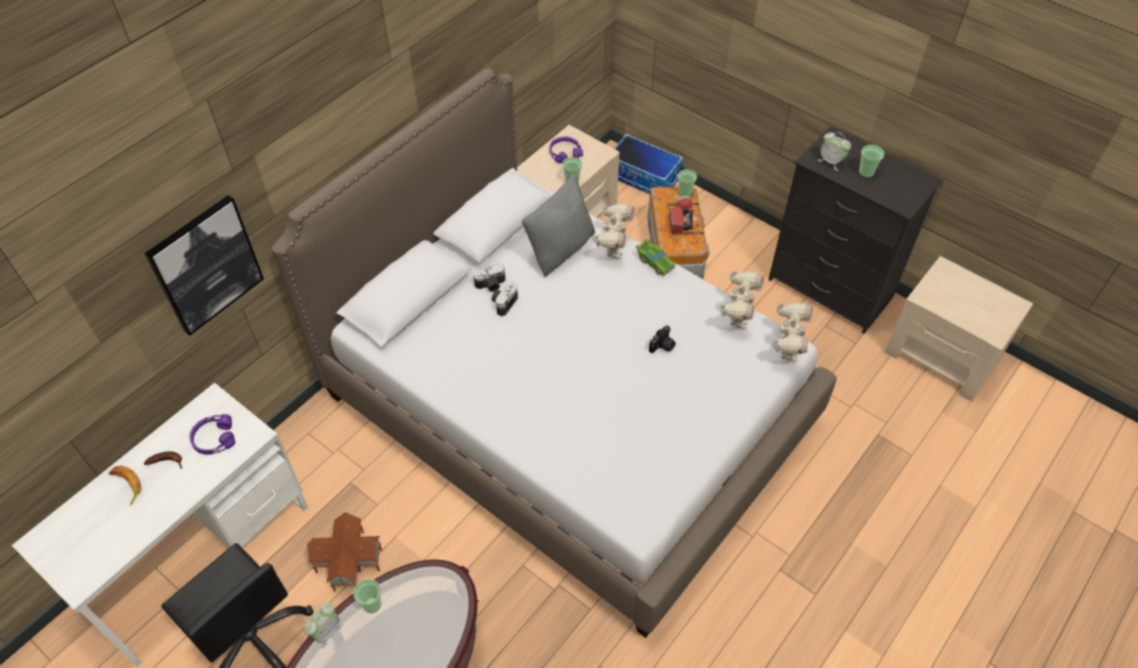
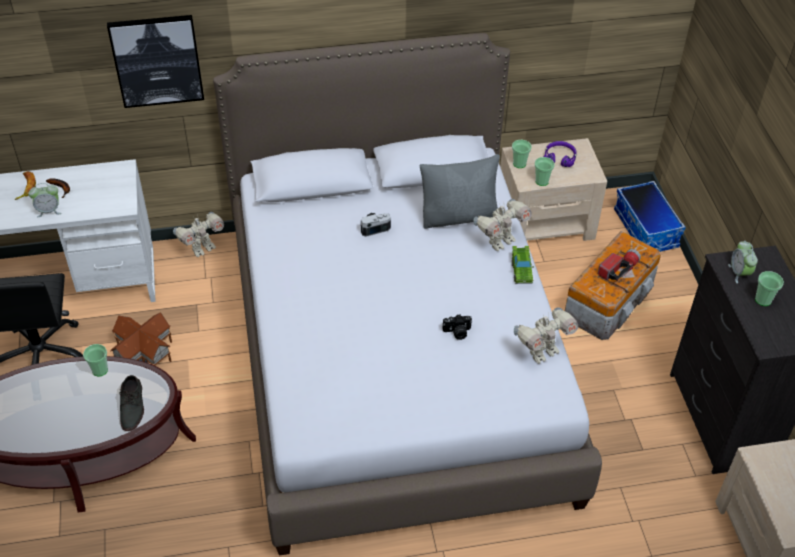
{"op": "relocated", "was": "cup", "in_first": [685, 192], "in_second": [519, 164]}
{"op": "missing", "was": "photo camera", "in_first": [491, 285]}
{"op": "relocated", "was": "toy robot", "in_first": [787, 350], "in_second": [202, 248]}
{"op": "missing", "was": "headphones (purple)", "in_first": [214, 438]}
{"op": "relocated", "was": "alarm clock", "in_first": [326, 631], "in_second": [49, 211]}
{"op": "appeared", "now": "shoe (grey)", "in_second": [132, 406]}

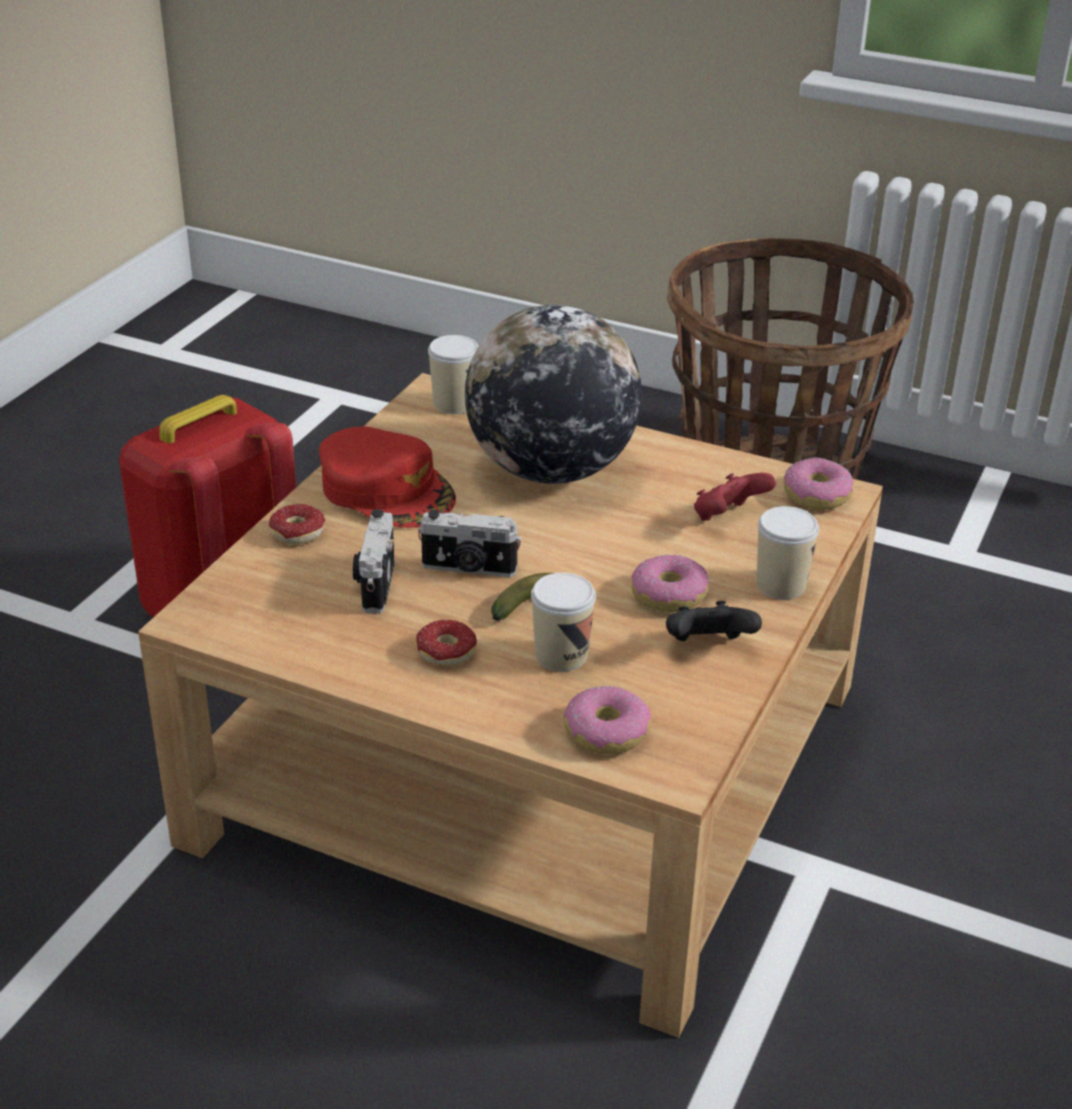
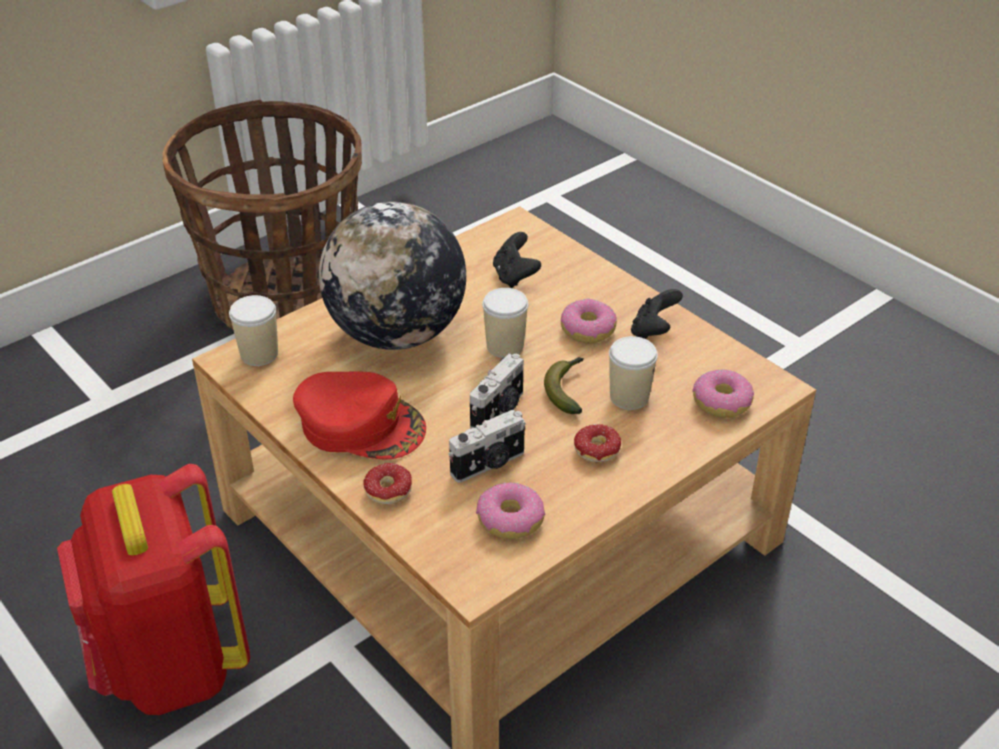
{"op": "spun", "was": "cap (red)", "in_first": [387, 490], "in_second": [361, 424], "clockwise": 45}
{"op": "relocated", "was": "donut", "in_first": [816, 495], "in_second": [510, 519]}
{"op": "colour", "was": "game controller (red)", "now": "game controller (black)", "in_first": [728, 518], "in_second": [515, 276]}
{"op": "relocated", "was": "cup", "in_first": [781, 585], "in_second": [505, 346]}
{"op": "spun", "was": "photo camera", "in_first": [375, 584], "in_second": [489, 464], "clockwise": -60}

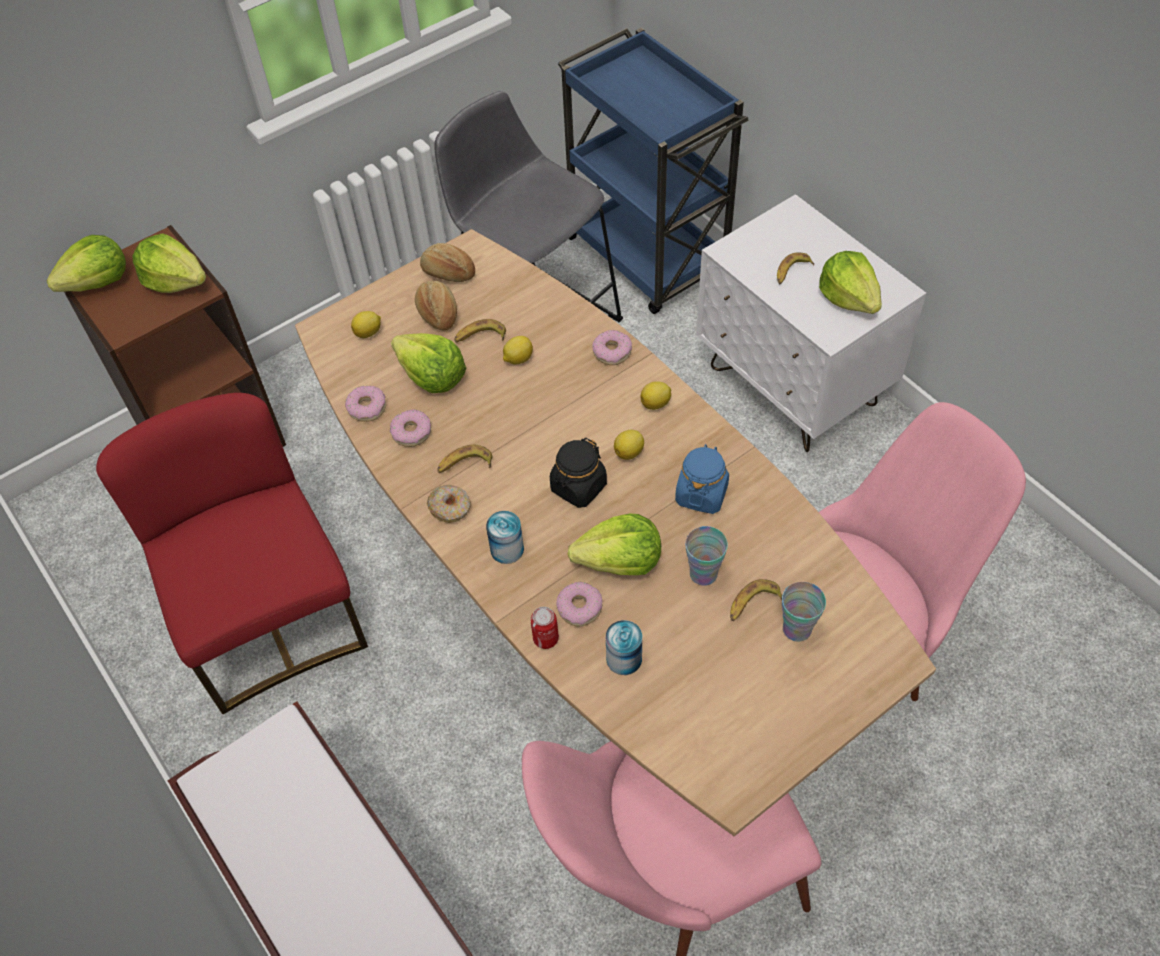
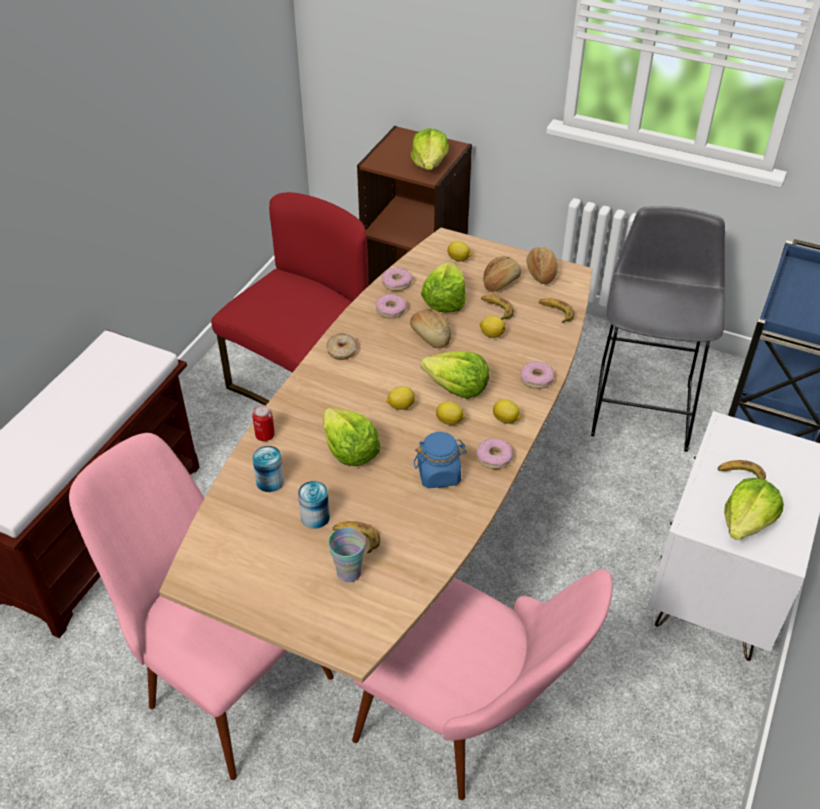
{"op": "relocated", "was": "lettuce", "in_first": [98, 282], "in_second": [457, 388]}
{"op": "exchanged", "was": "jar (black)", "now": "lemon", "in_first": [578, 487], "in_second": [400, 406]}
{"op": "relocated", "was": "banana", "in_first": [465, 465], "in_second": [555, 312]}
{"op": "relocated", "was": "can", "in_first": [507, 549], "in_second": [315, 517]}
{"op": "missing", "was": "cup", "in_first": [703, 574]}
{"op": "relocated", "was": "donut", "in_first": [579, 608], "in_second": [494, 458]}
{"op": "appeared", "now": "bread", "in_second": [430, 336]}

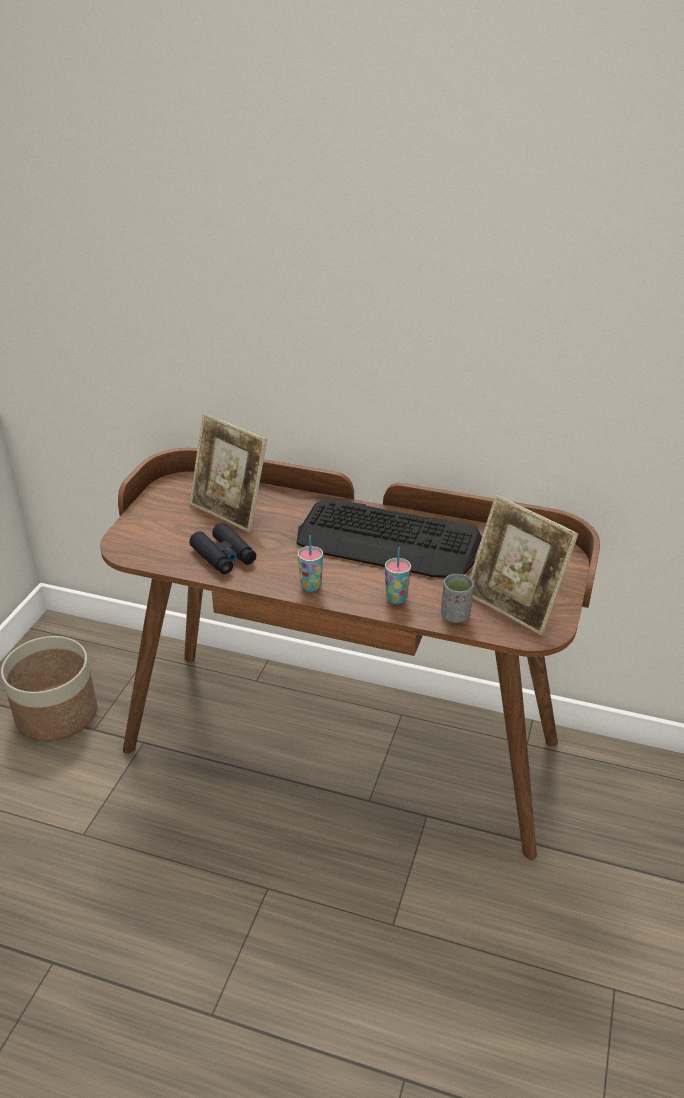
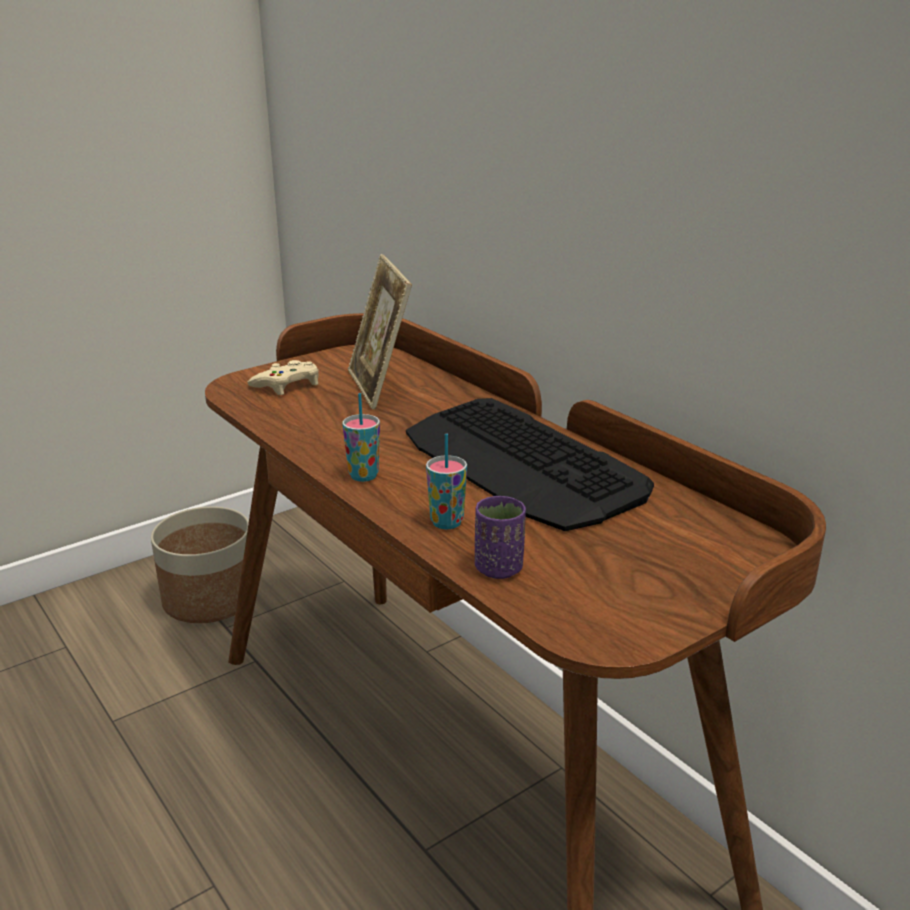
{"op": "missing", "was": "picture frame", "in_first": [513, 606]}
{"op": "missing", "was": "binoculars (black)", "in_first": [224, 556]}
{"op": "colour", "was": "cup (grey)", "now": "cup (purple)", "in_first": [455, 616], "in_second": [499, 569]}
{"op": "appeared", "now": "game controller (beige)", "in_second": [287, 385]}

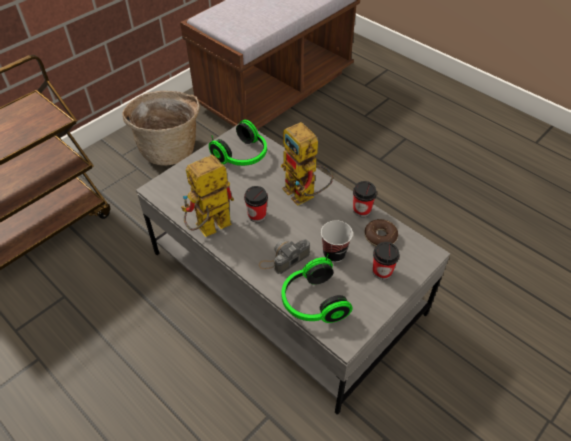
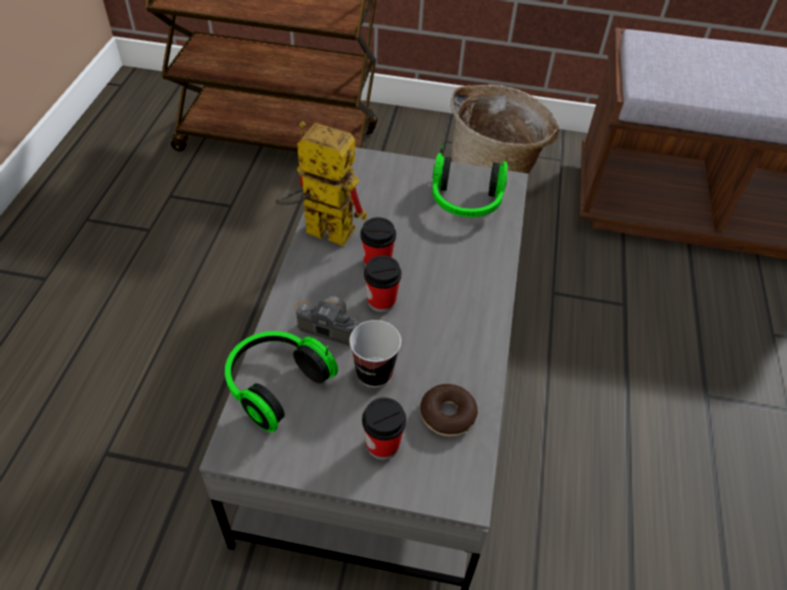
{"op": "missing", "was": "toy robot", "in_first": [305, 196]}
{"op": "relocated", "was": "cup", "in_first": [361, 210], "in_second": [381, 302]}

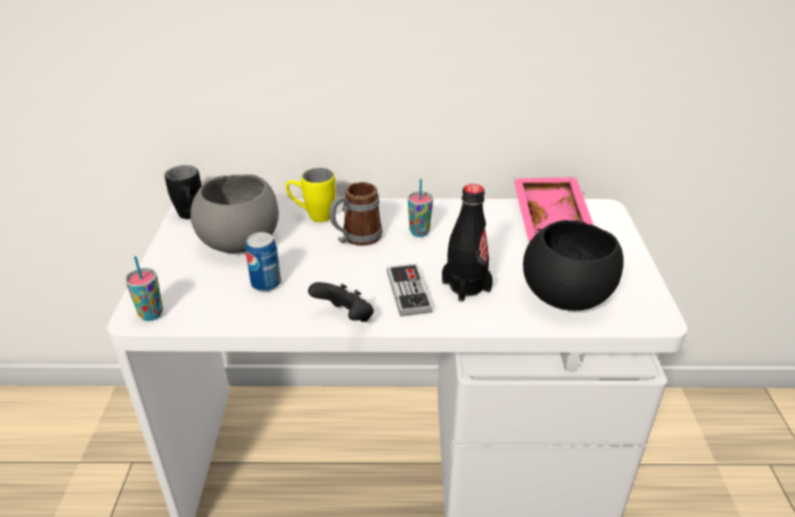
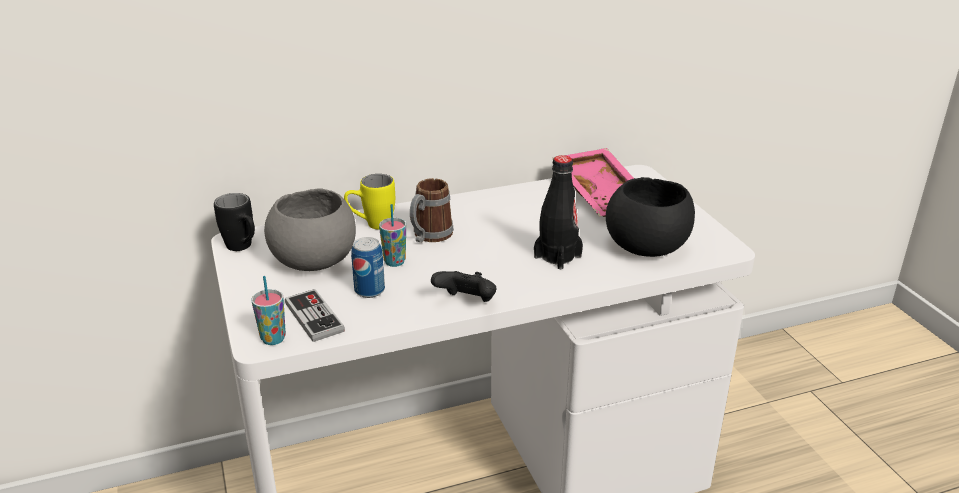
{"op": "relocated", "was": "cup", "in_first": [419, 232], "in_second": [394, 262]}
{"op": "relocated", "was": "game controller", "in_first": [408, 291], "in_second": [314, 317]}

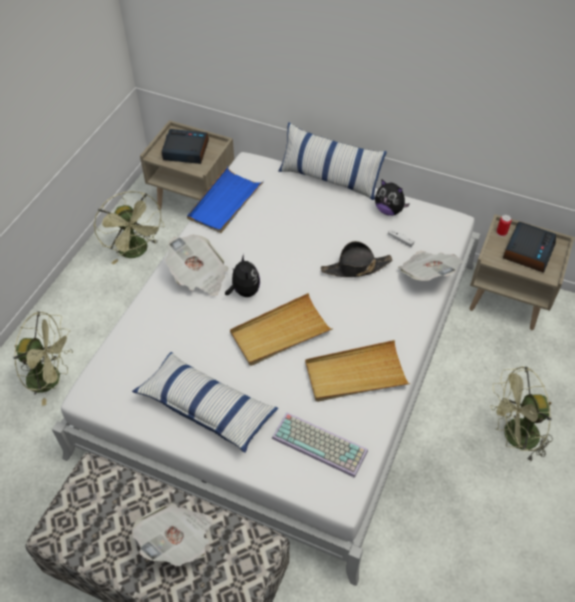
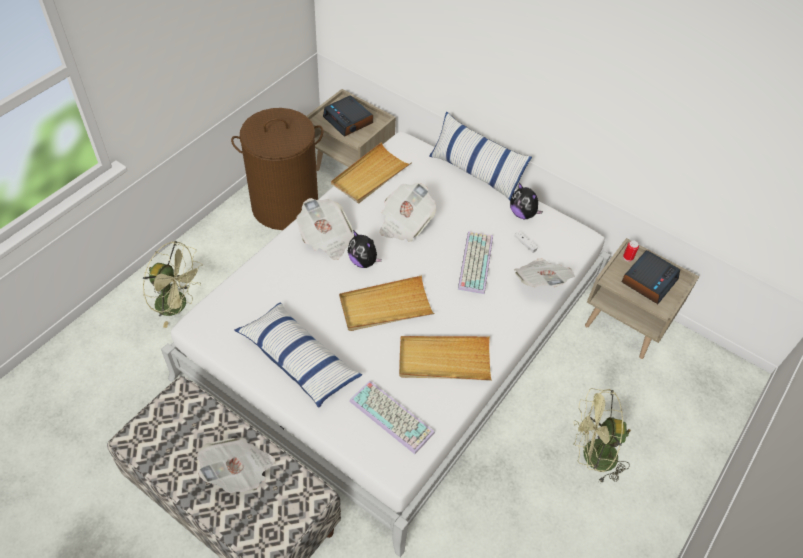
{"op": "spun", "was": "alarm clock", "in_first": [185, 151], "in_second": [348, 120], "clockwise": -150}
{"op": "colour", "was": "tray (blue)", "now": "tray (beige)", "in_first": [225, 202], "in_second": [370, 176]}
{"op": "exchanged", "was": "fan (green)", "now": "laundry basket (brown)", "in_first": [136, 252], "in_second": [285, 206]}
{"op": "exchanged", "was": "hat (black)", "now": "keyboard", "in_first": [356, 267], "in_second": [474, 261]}
{"op": "spun", "was": "plush toy", "in_first": [244, 291], "in_second": [363, 261], "clockwise": 135}
{"op": "appeared", "now": "newspaper", "in_second": [404, 223]}

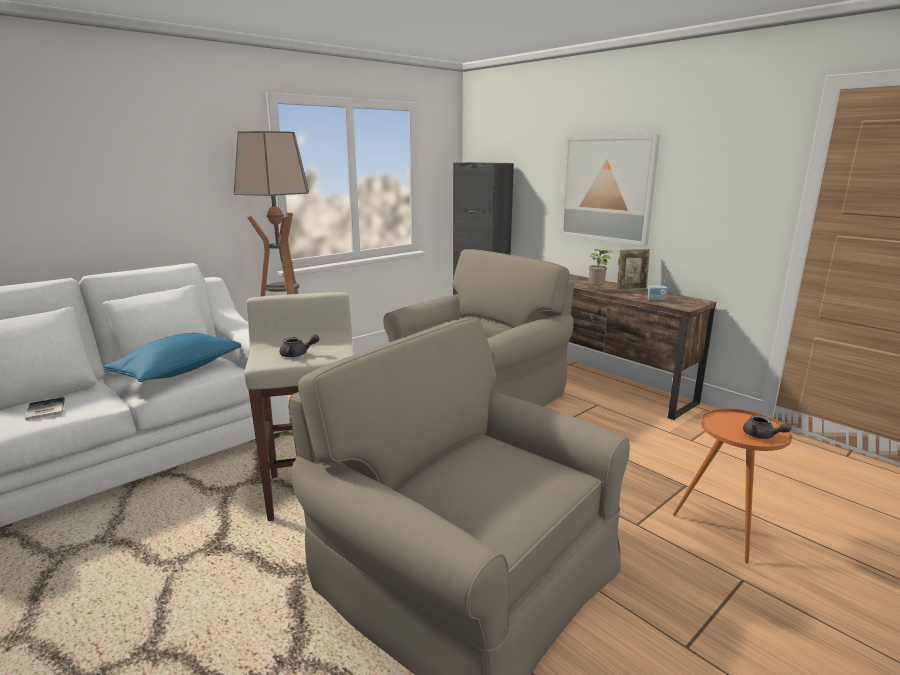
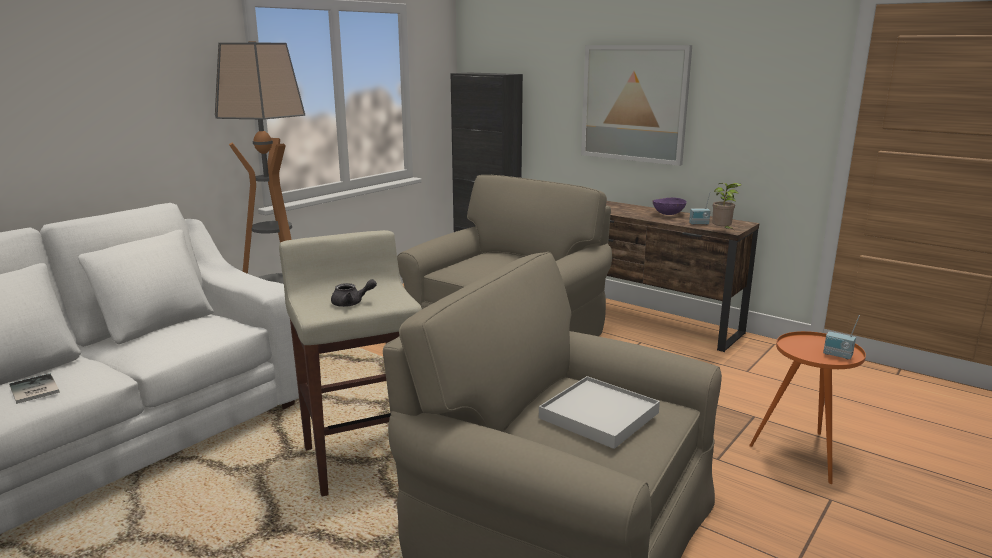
{"op": "relocated", "was": "potted plant", "in_first": [597, 290], "in_second": [722, 231]}
{"op": "exchanged", "was": "picture frame", "now": "bowl (purple)", "in_first": [631, 290], "in_second": [668, 214]}
{"op": "missing", "was": "pillow (blue)", "in_first": [179, 371]}
{"op": "exchanged", "was": "teapot (grey)", "now": "radio", "in_first": [762, 436], "in_second": [837, 355]}
{"op": "appeared", "now": "tray (white)", "in_second": [599, 415]}

